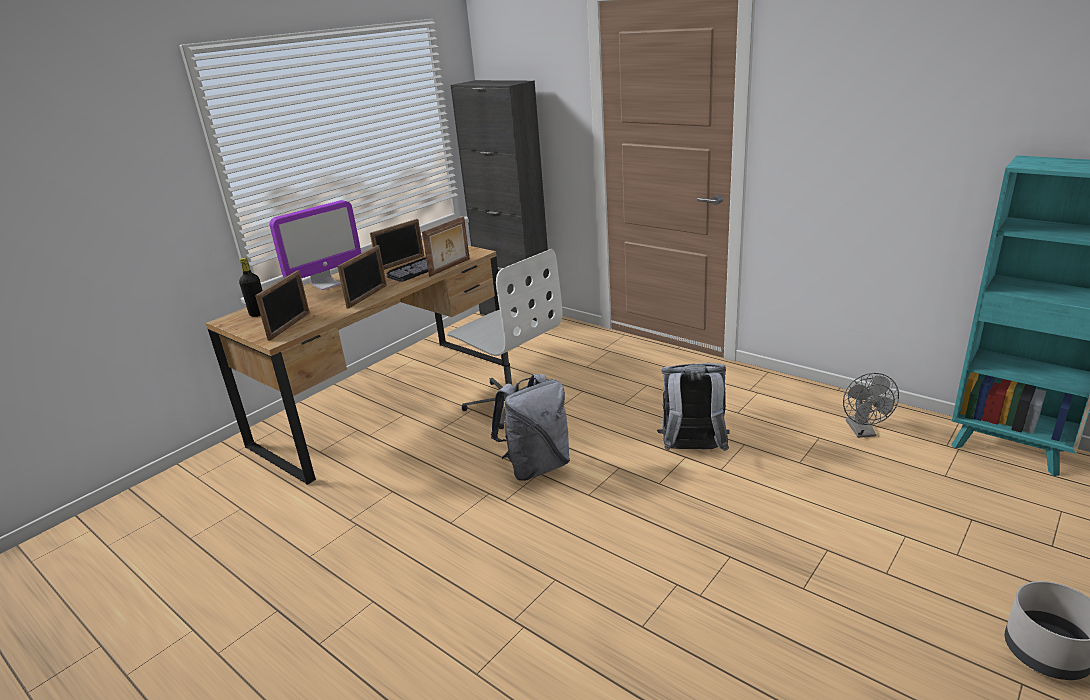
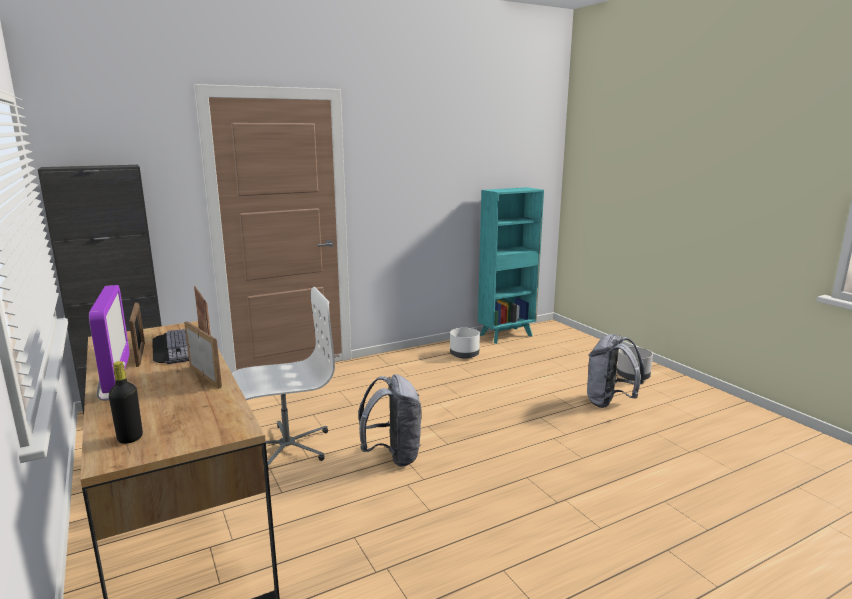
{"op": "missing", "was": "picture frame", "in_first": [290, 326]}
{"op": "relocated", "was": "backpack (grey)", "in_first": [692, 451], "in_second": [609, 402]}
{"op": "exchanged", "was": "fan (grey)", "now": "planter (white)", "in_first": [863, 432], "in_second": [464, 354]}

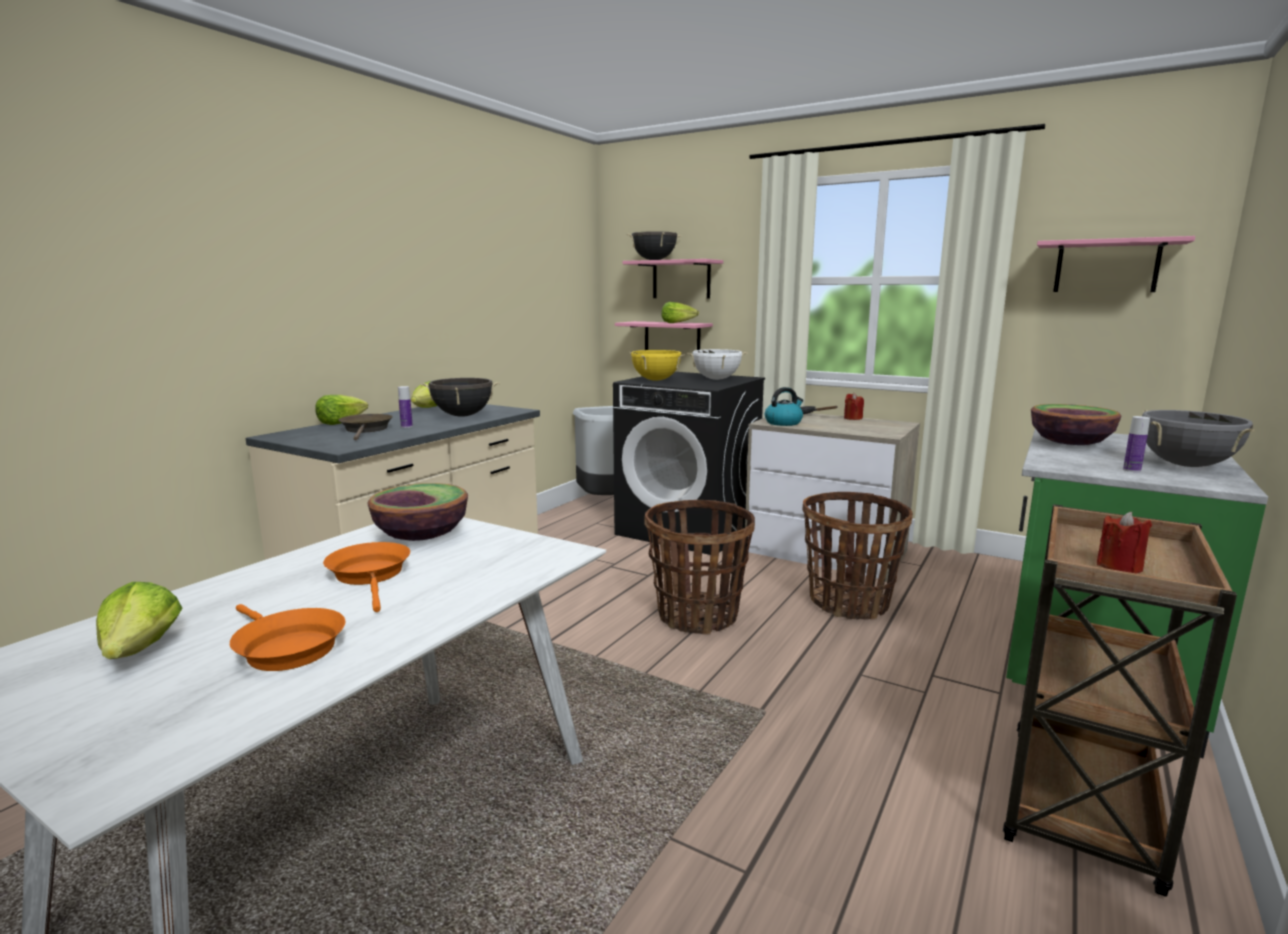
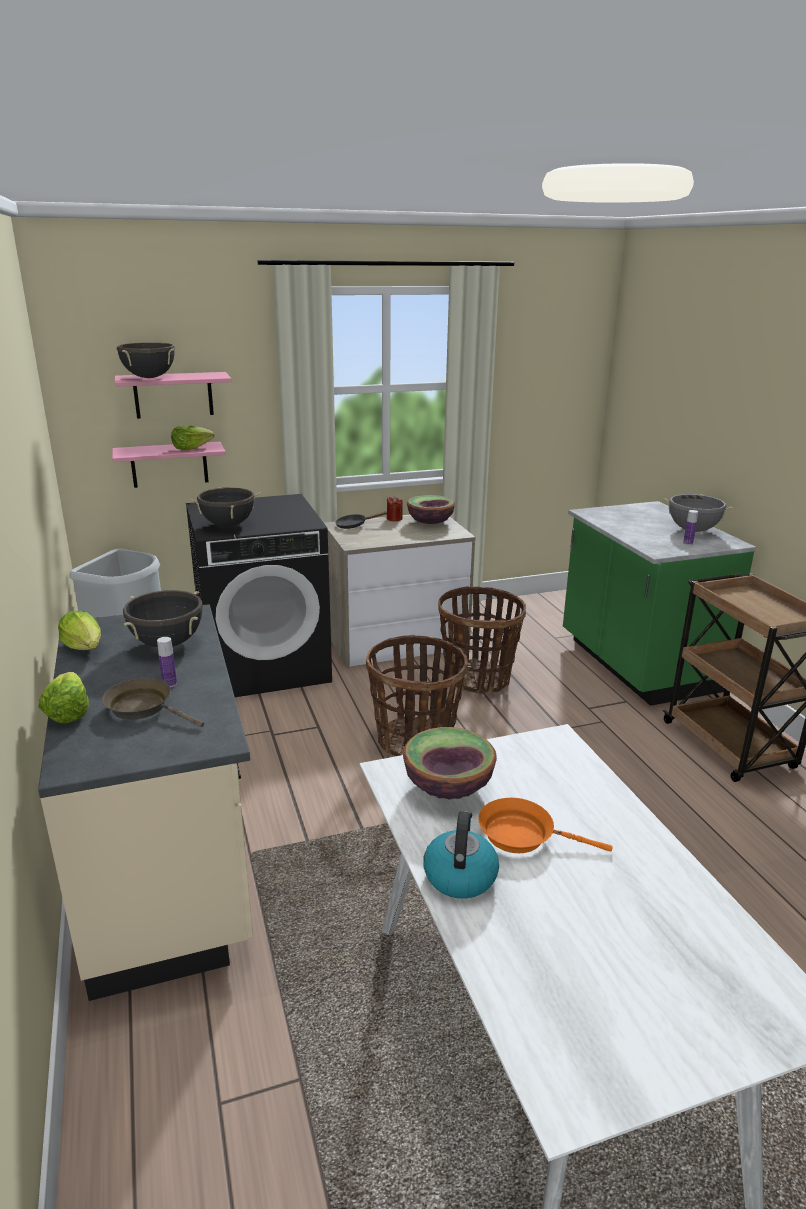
{"op": "missing", "was": "shelf (pink)", "in_first": [1106, 267]}
{"op": "missing", "was": "cooking pot (white)", "in_first": [716, 379]}
{"op": "colour", "was": "cooking pot (yellow)", "now": "cooking pot (black)", "in_first": [656, 380], "in_second": [228, 525]}
{"op": "relocated", "was": "kettle", "in_first": [783, 423], "in_second": [460, 875]}
{"op": "relocated", "was": "bowl", "in_first": [1069, 444], "in_second": [430, 522]}
{"op": "missing", "was": "candle (red)", "in_first": [1119, 566]}
{"op": "missing", "was": "lettuce", "in_first": [141, 650]}
{"op": "missing", "was": "frying pan (orange)", "in_first": [286, 648]}

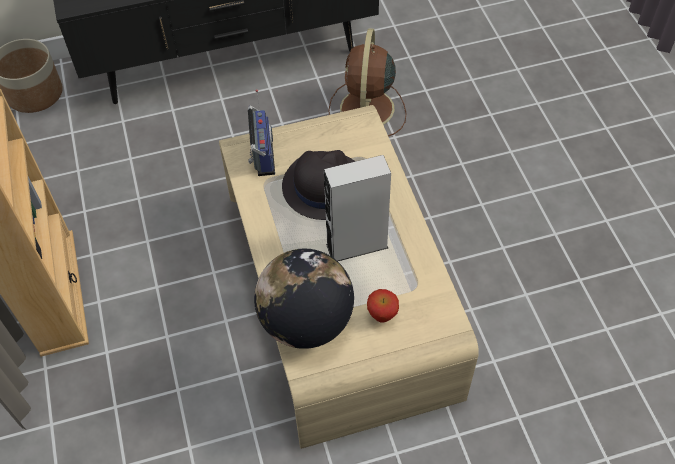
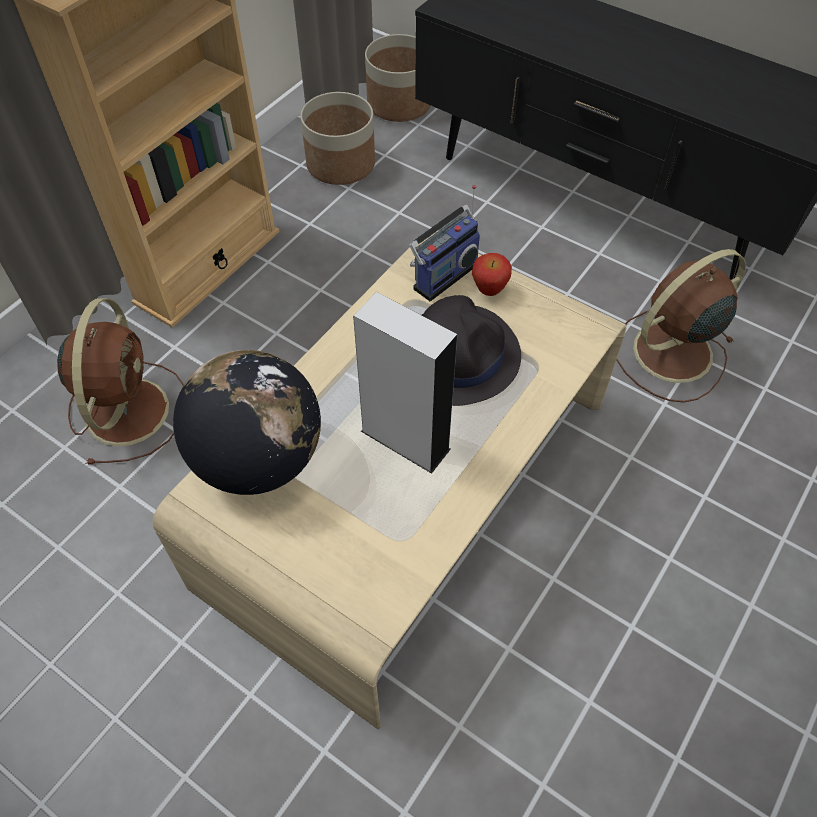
{"op": "relocated", "was": "apple", "in_first": [382, 316], "in_second": [489, 290]}
{"op": "appeared", "now": "planter", "in_second": [341, 164]}
{"op": "appeared", "now": "fan (brown)", "in_second": [128, 408]}

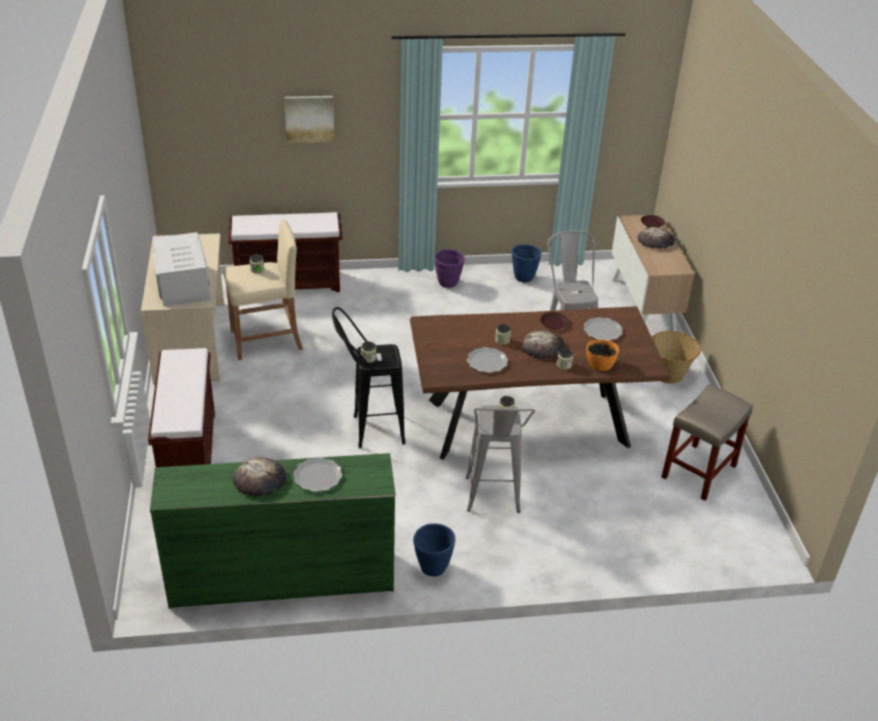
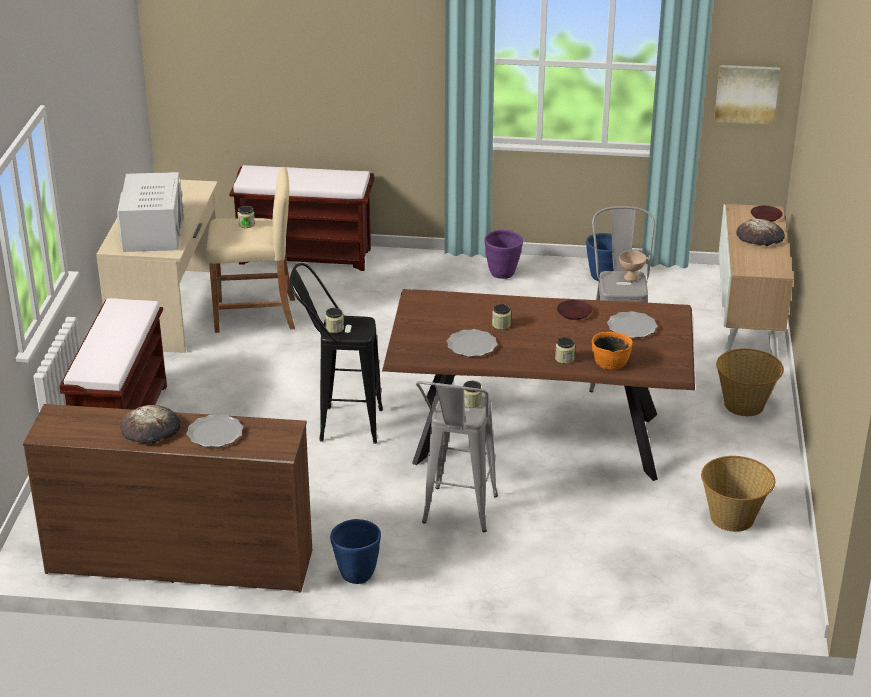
{"op": "relocated", "was": "picture", "in_first": [309, 118], "in_second": [746, 93]}
{"op": "missing", "was": "bread", "in_first": [543, 347]}
{"op": "exchanged", "was": "stool (beige)", "now": "basket", "in_first": [698, 472], "in_second": [733, 518]}
{"op": "colour", "was": "dresser (green)", "now": "dresser (brown)", "in_first": [281, 578], "in_second": [179, 561]}
{"op": "appeared", "now": "bowl (beige)", "in_second": [631, 277]}

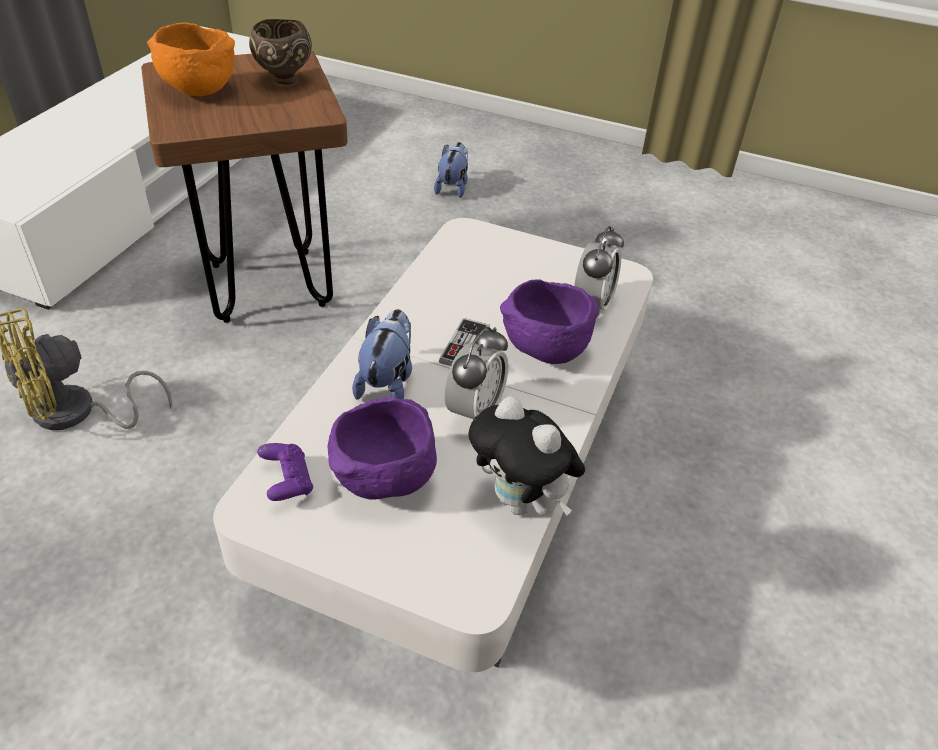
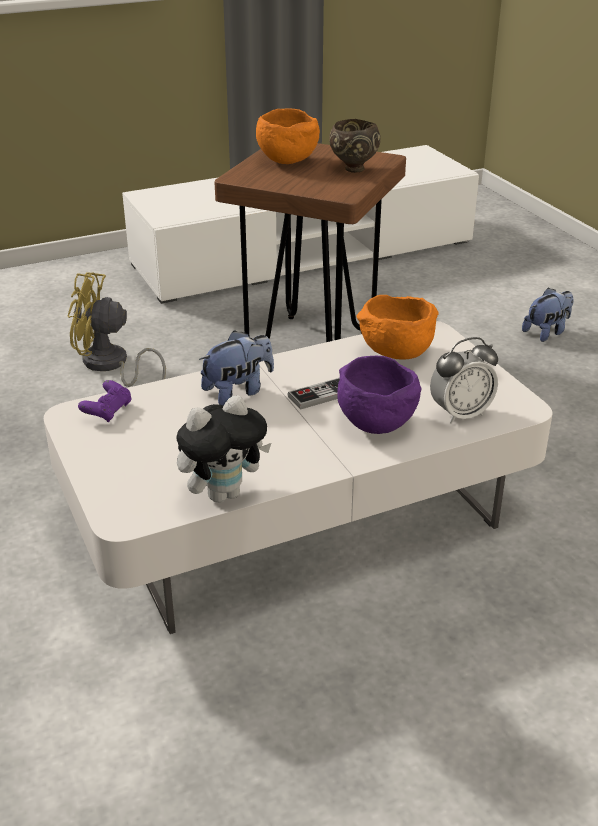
{"op": "missing", "was": "alarm clock", "in_first": [475, 410]}
{"op": "spun", "was": "plush toy", "in_first": [522, 503], "in_second": [223, 493], "clockwise": -120}
{"op": "missing", "was": "bowl (purple)", "in_first": [383, 481]}
{"op": "appeared", "now": "bowl (orange)", "in_second": [395, 354]}

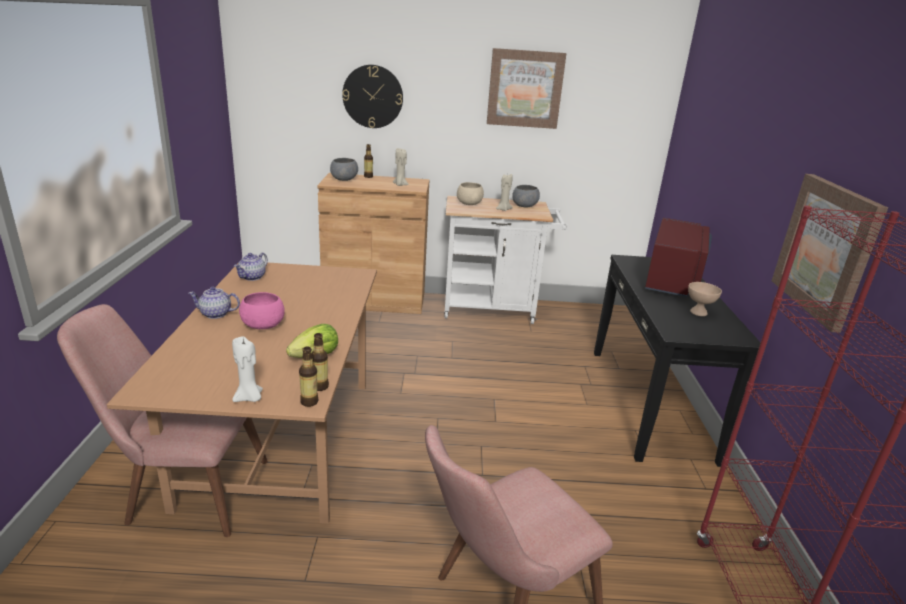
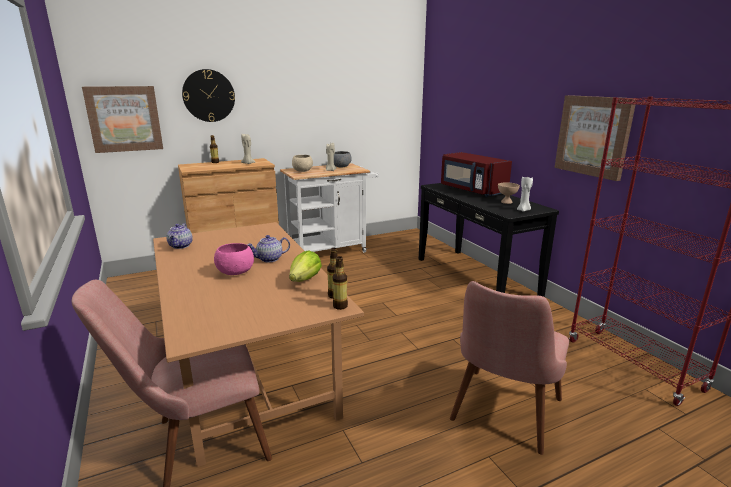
{"op": "relocated", "was": "picture", "in_first": [525, 89], "in_second": [124, 119]}
{"op": "missing", "was": "bowl (grey)", "in_first": [343, 179]}
{"op": "spun", "was": "microwave (red)", "in_first": [672, 279], "in_second": [471, 190], "clockwise": 150}
{"op": "relocated", "was": "teapot", "in_first": [215, 314], "in_second": [269, 259]}
{"op": "relocated", "was": "candle (white)", "in_first": [249, 398], "in_second": [523, 210]}

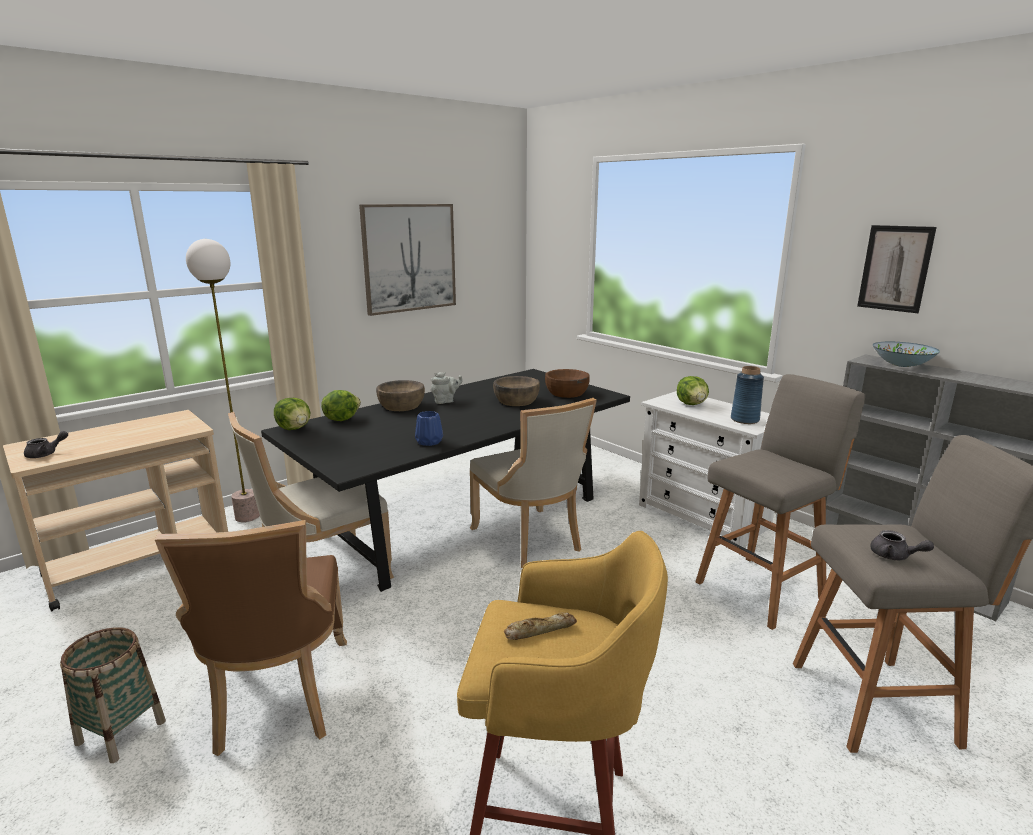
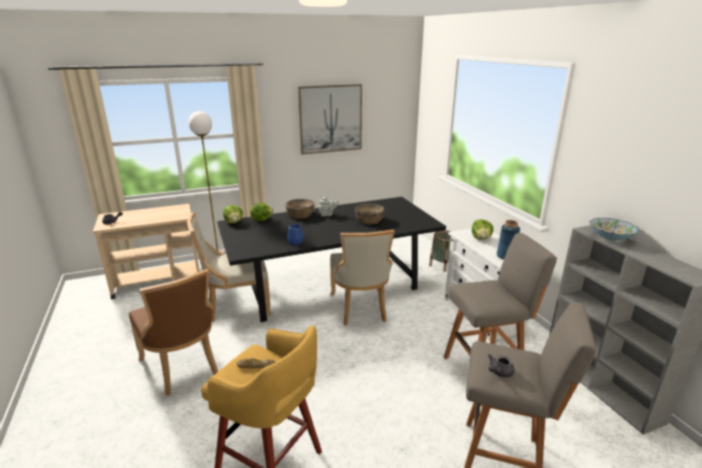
{"op": "missing", "was": "picture", "in_first": [895, 268]}
{"op": "missing", "was": "bowl (brown)", "in_first": [567, 393]}
{"op": "spun", "was": "chair (brown)", "in_first": [278, 698], "in_second": [182, 367], "clockwise": -45}
{"op": "spun", "was": "teapot (grey)", "in_first": [895, 556], "in_second": [499, 372], "clockwise": 75}
{"op": "relocated", "was": "basket", "in_first": [121, 732], "in_second": [442, 265]}

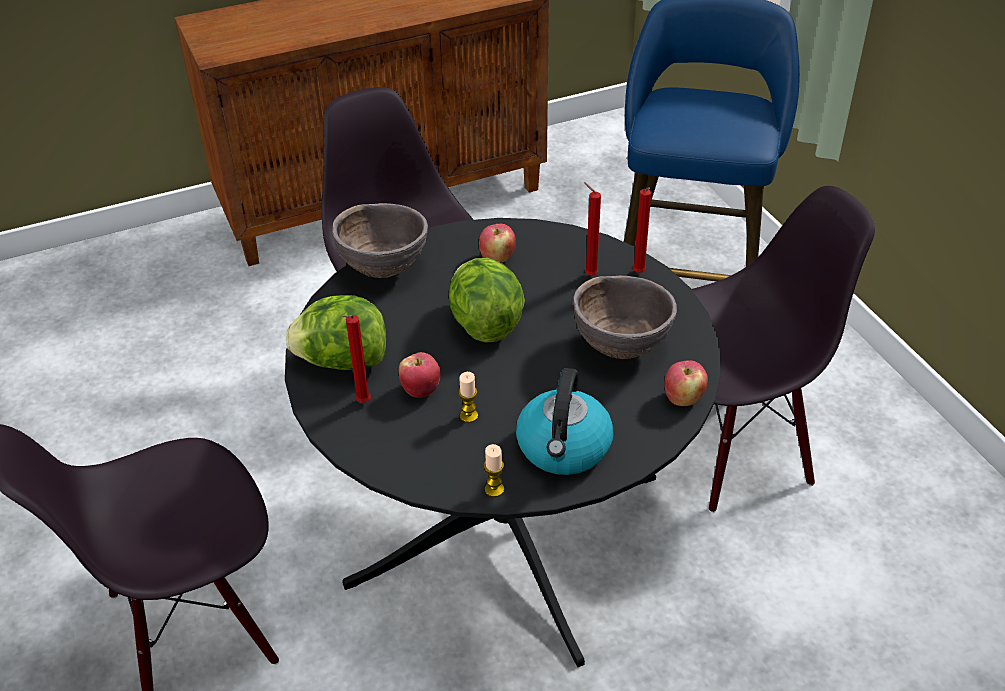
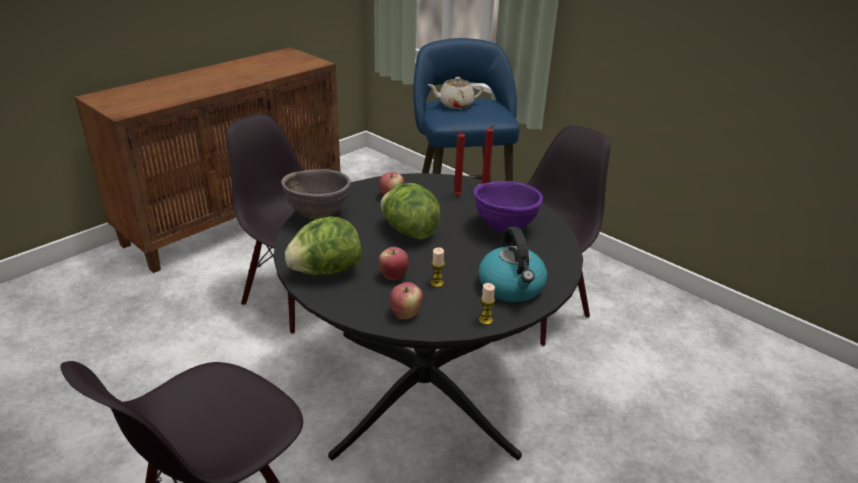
{"op": "colour", "was": "bowl (brown)", "now": "bowl (purple)", "in_first": [621, 348], "in_second": [504, 228]}
{"op": "missing", "was": "candle (red)", "in_first": [362, 403]}
{"op": "relocated", "was": "apple", "in_first": [683, 399], "in_second": [405, 314]}
{"op": "appeared", "now": "teapot (beige)", "in_second": [455, 104]}

